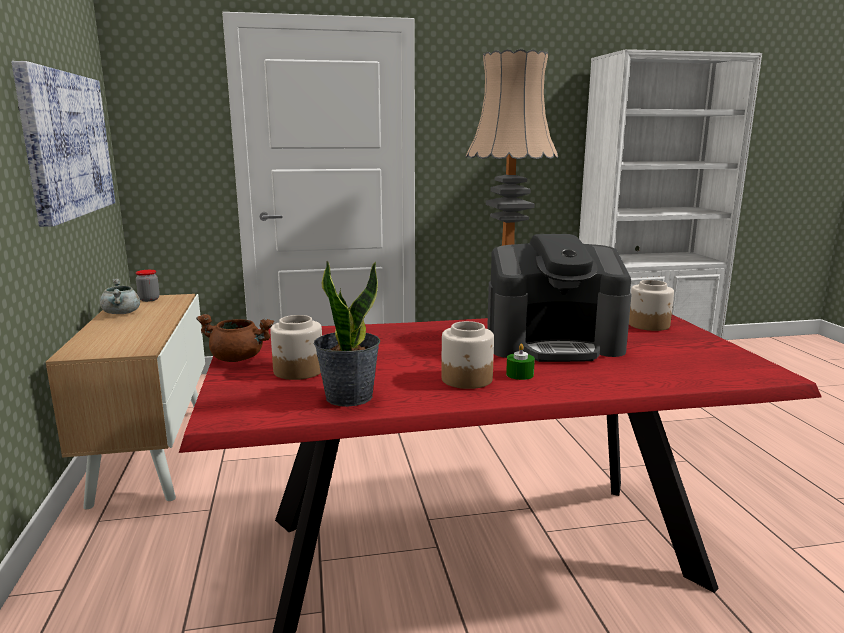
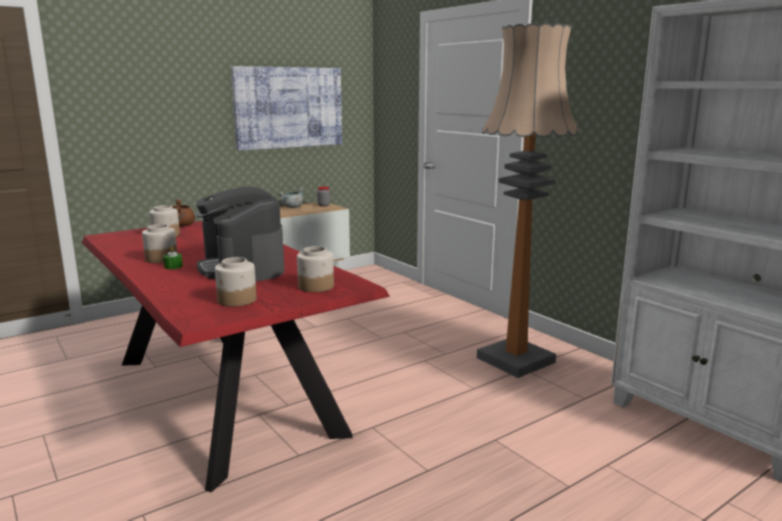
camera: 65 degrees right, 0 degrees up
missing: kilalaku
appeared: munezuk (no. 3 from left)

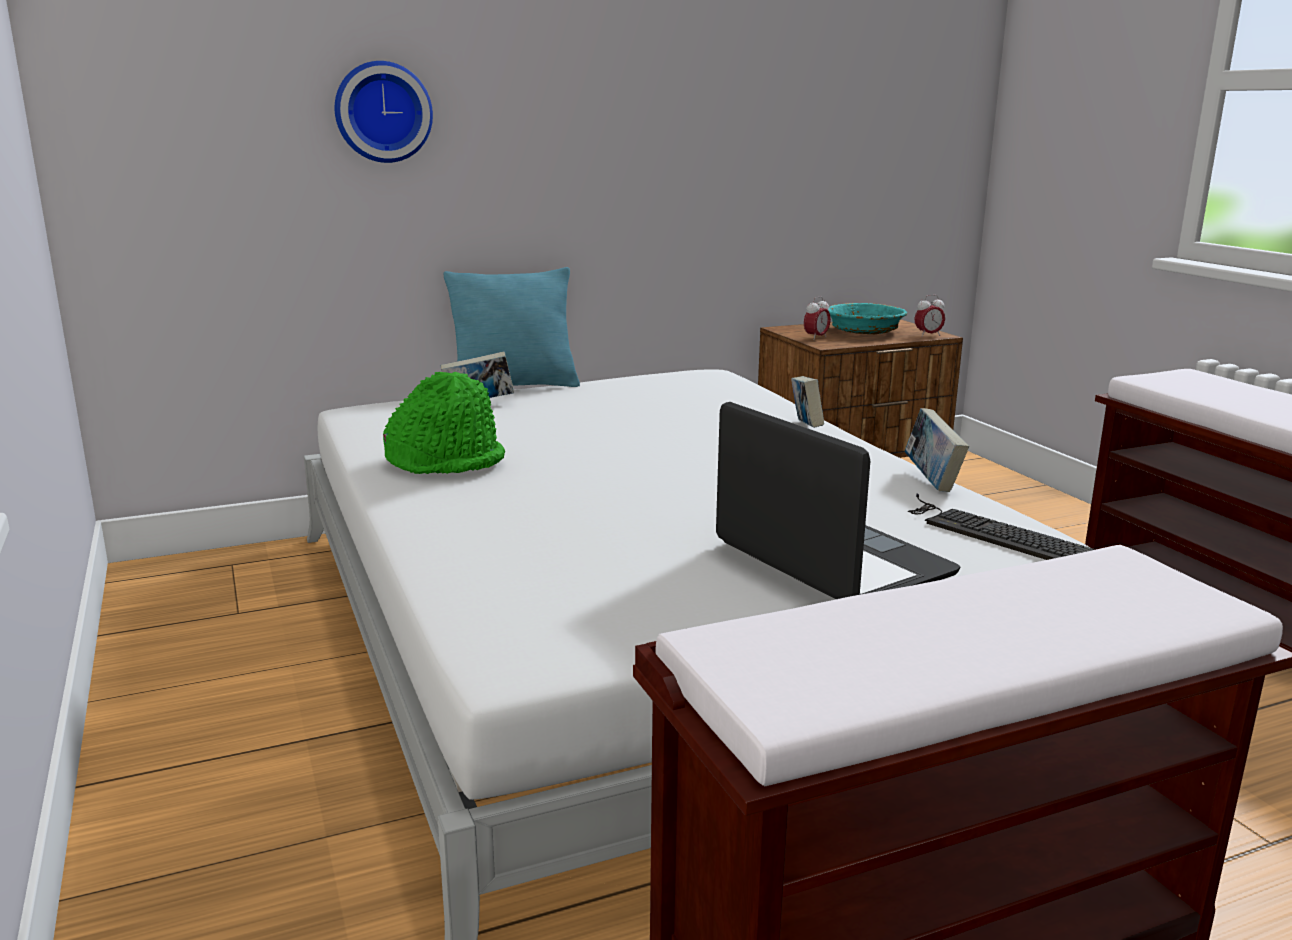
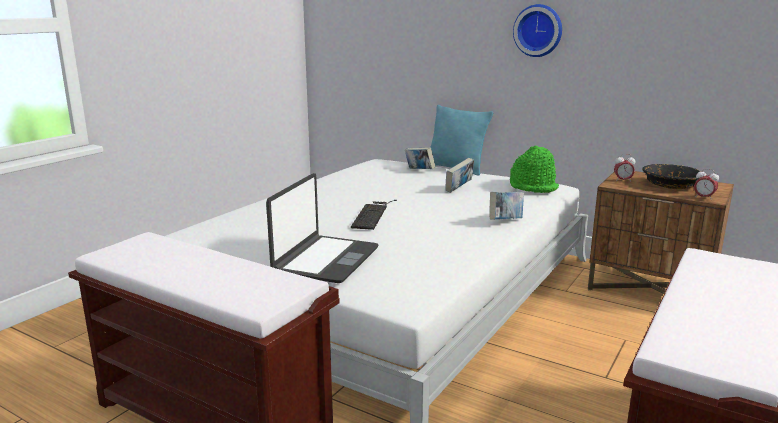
camera: 55 degrees right, 0 degrees up
relocated: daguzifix; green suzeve; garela (no. 3 from left in the first image) to garela (no. 2 from left); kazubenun
colour: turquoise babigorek to black babigorek

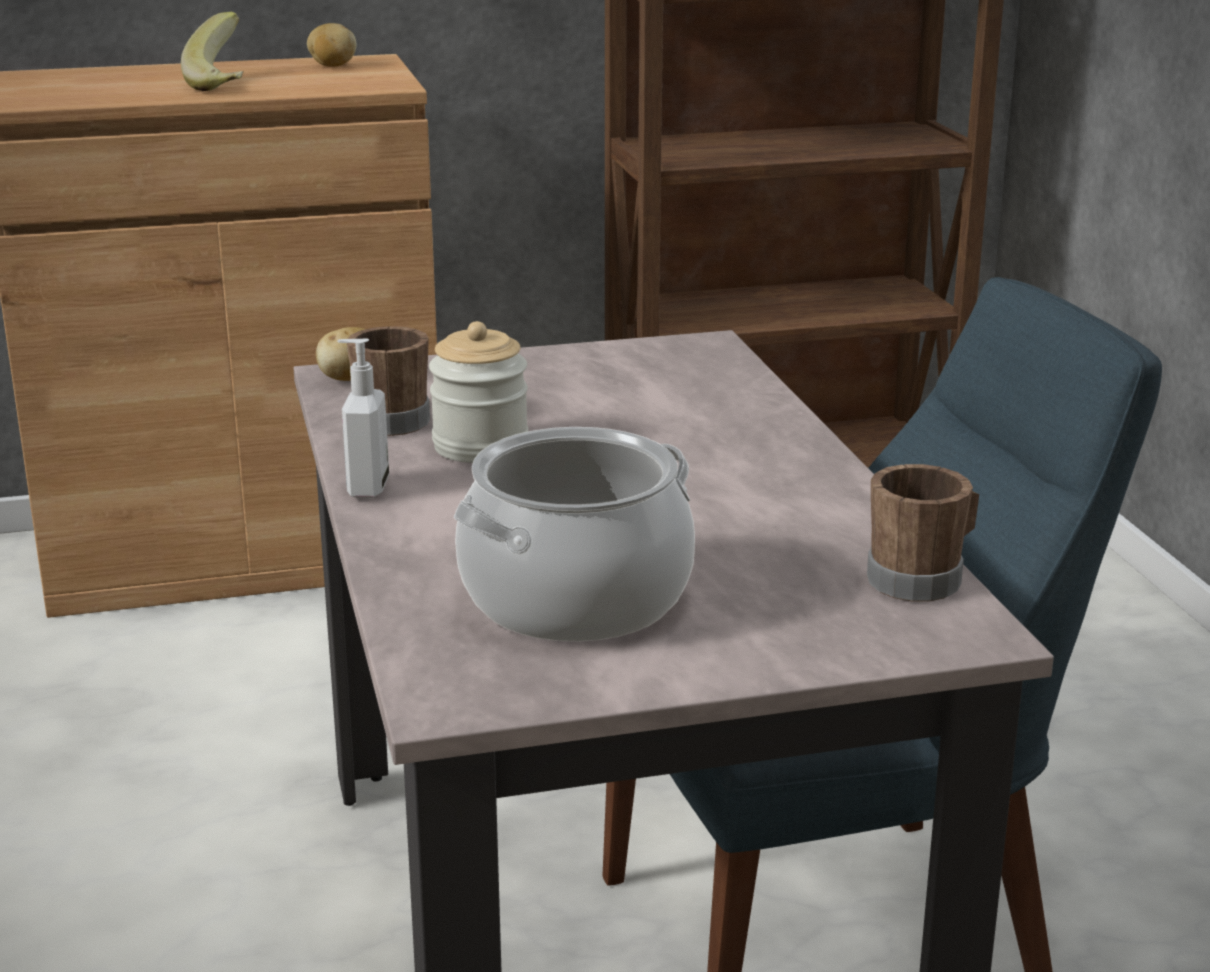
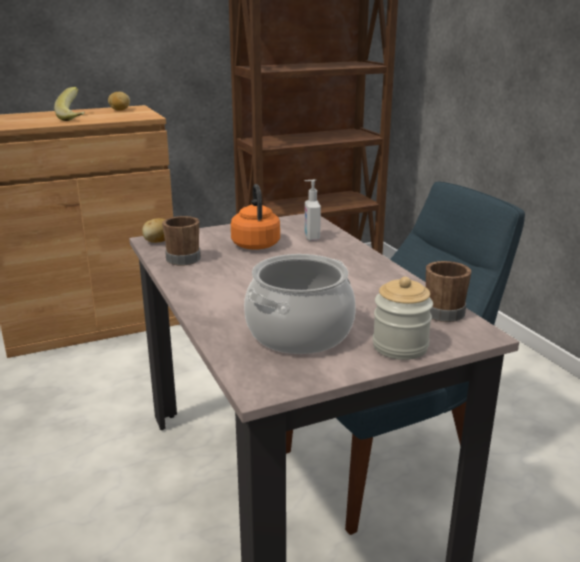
camera: 10 degrees left, 0 degrees up
appeared: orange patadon
relocated: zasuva; munezuk

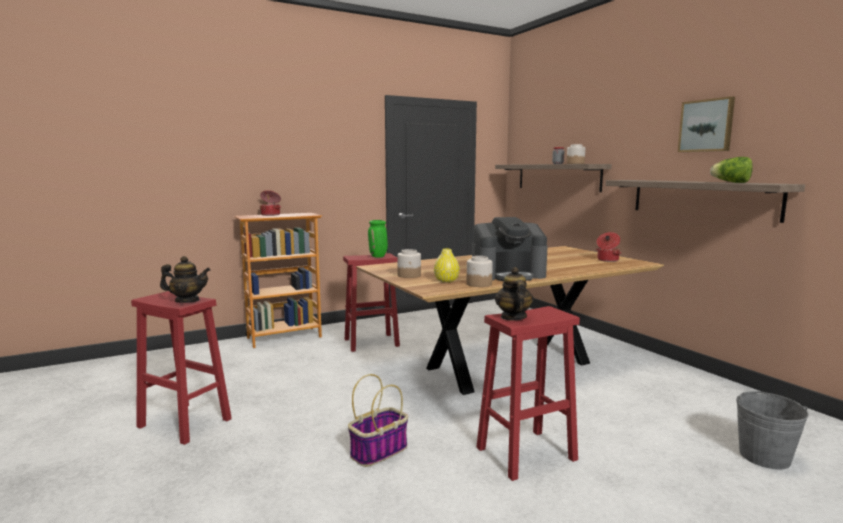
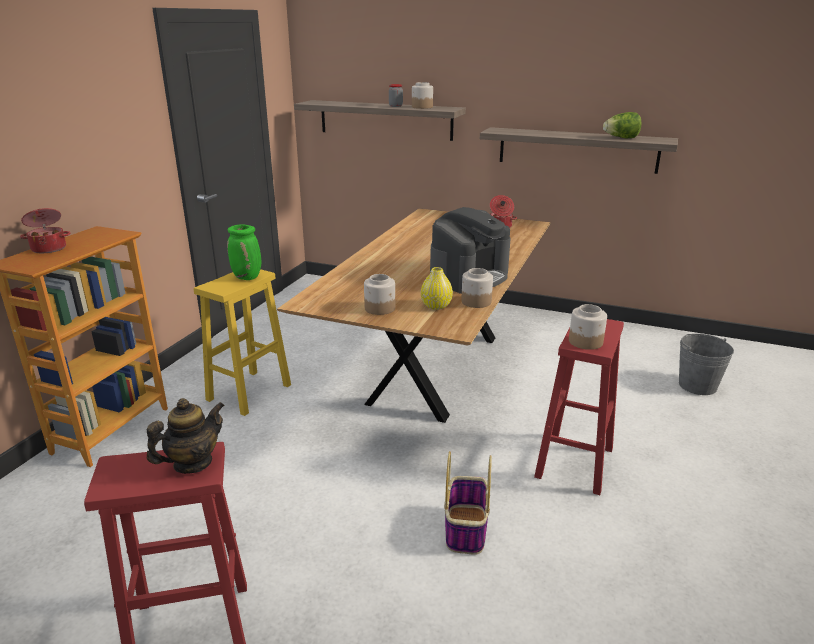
camera: 40 degrees left, 15 degrees up
missing: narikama
exchanged: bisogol (no. 2 from left) to munezuk (no. 5 from left)
colour: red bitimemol (no. 2 from left) to yellow bitimemol

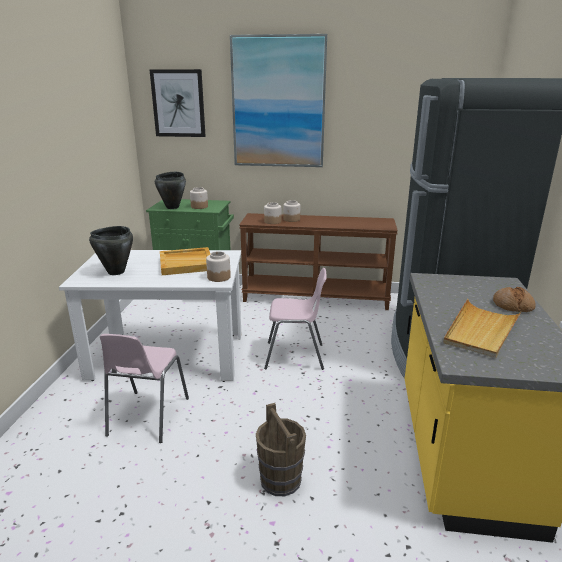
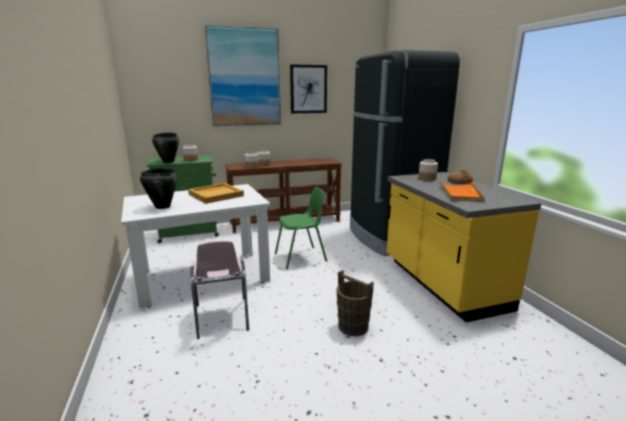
camera: 25 degrees left, 5 degrees down
relocated: narikama (no. 1 from left in the first image) to narikama (no. 2 from left); munezuk (no. 2 from left in the first image) to munezuk (no. 4 from left)
colour: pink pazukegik (no. 2 from left) to green pazukegik; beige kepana (no. 2 from left) to orange kepana

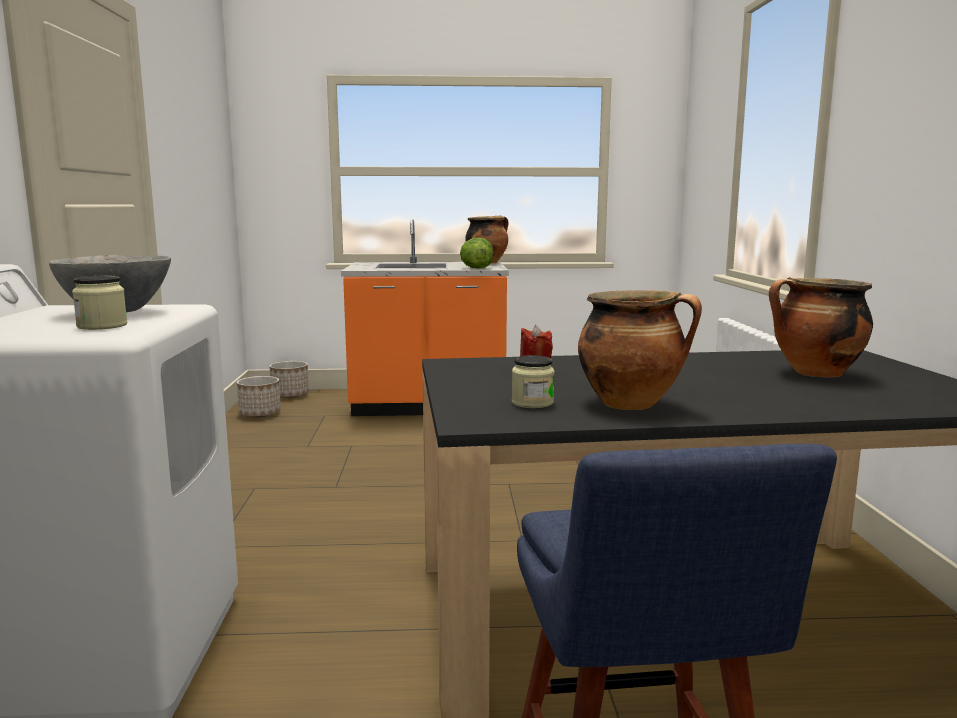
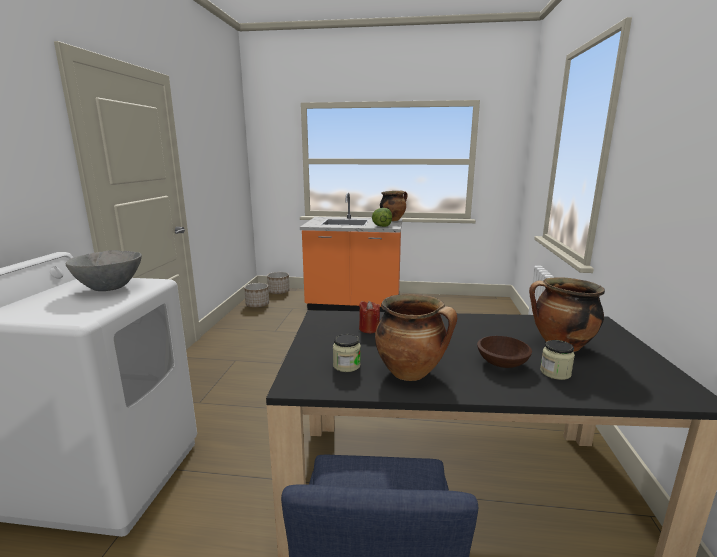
camera: 10 degrees right, 5 degrees up
appeared: brown babigorek
relocated: munezuk (no. 1 from left in the first image) to munezuk (no. 2 from left)

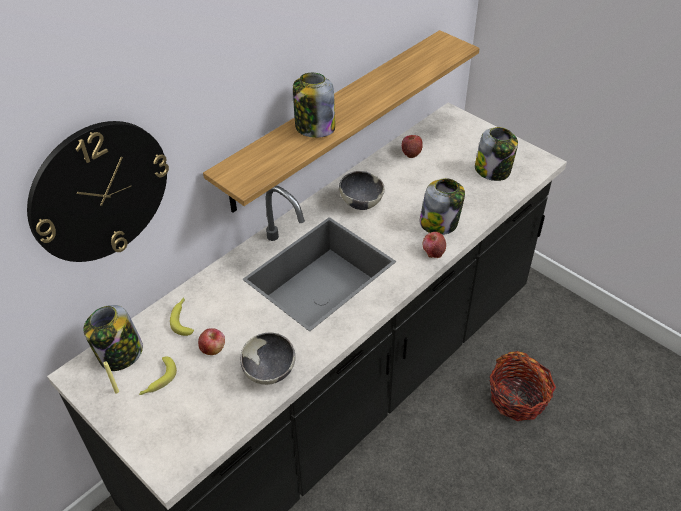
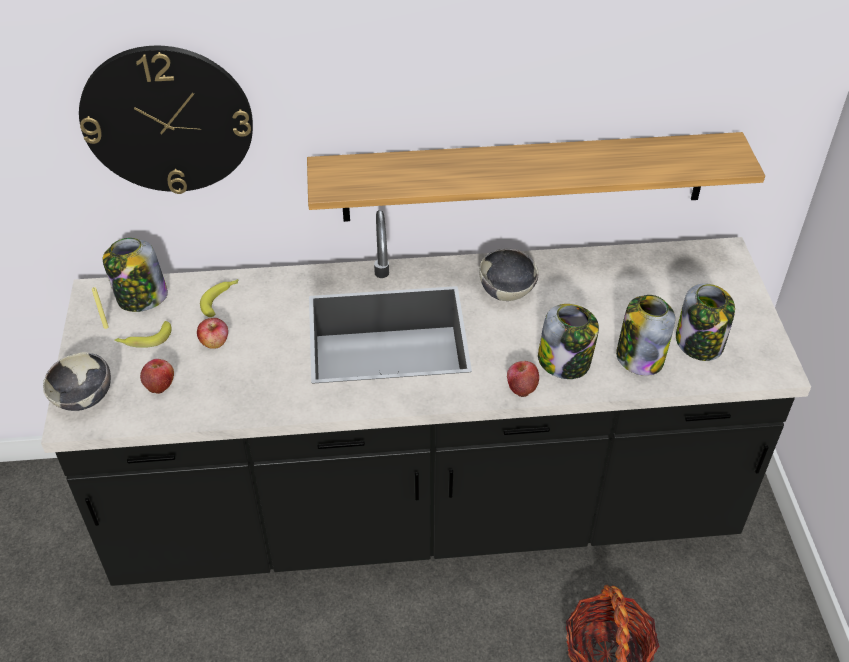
camera: 40 degrees right, 0 degrees up
relocated: babigorek (no. 1 from left); munezuk (no. 2 from left in the first image) to munezuk (no. 3 from left); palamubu (no. 2 from left in the first image) to palamubu (no. 1 from left)

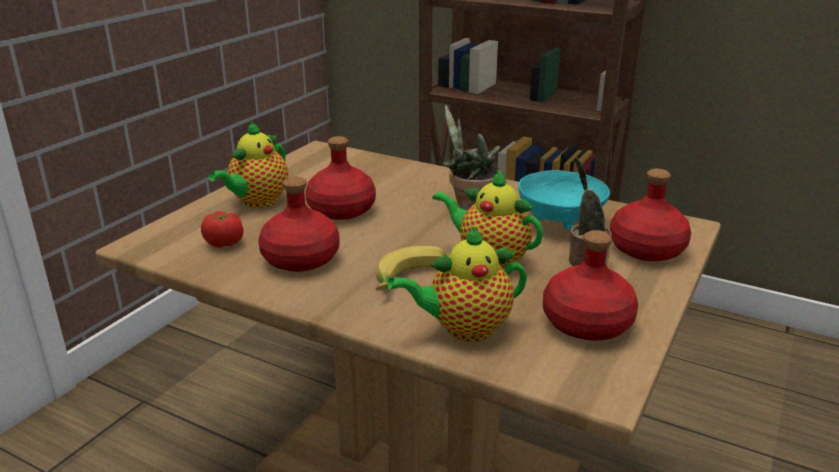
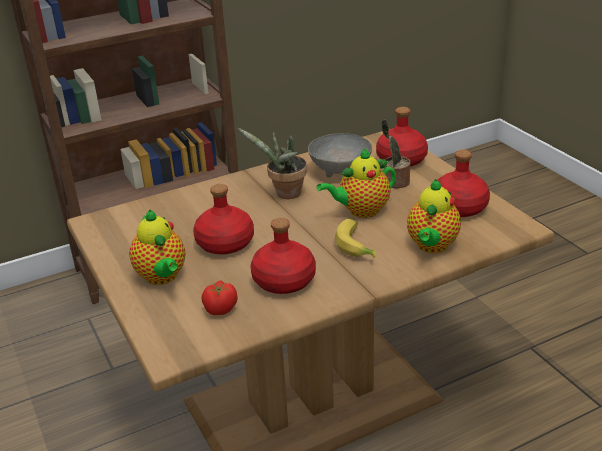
camera: 55 degrees left, 5 degrees up
colour: turquoise babigorek to grey babigorek

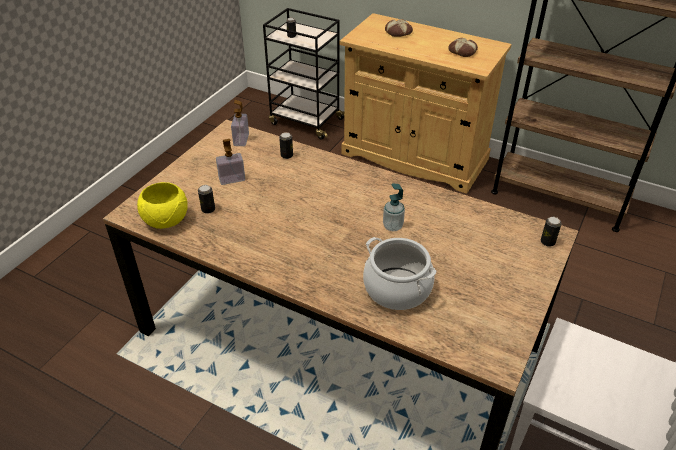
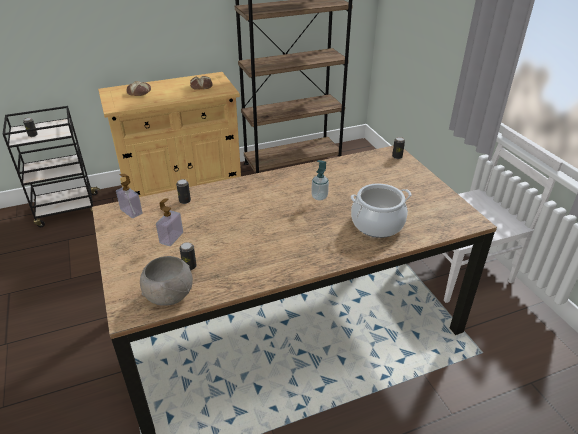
camera: 50 degrees left, 5 degrees down
colour: yellow babigorek to grey babigorek

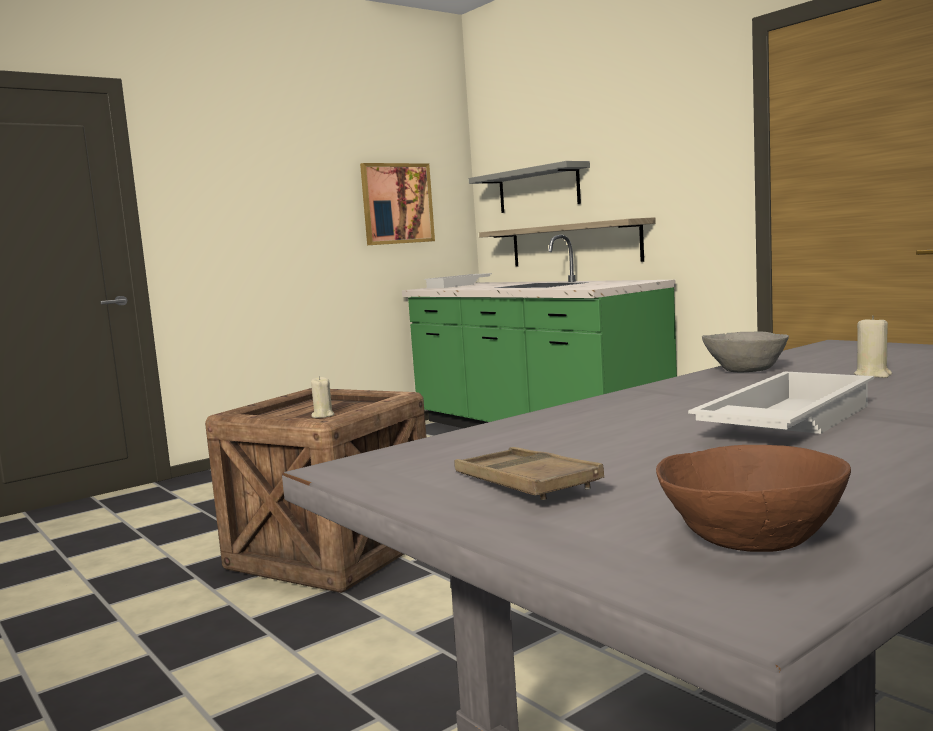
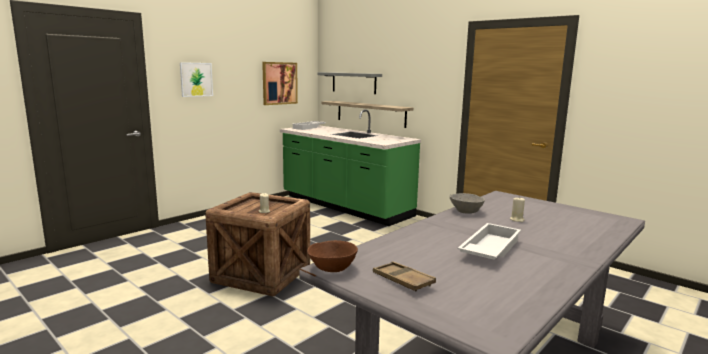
camera: 10 degrees left, 5 degrees up
appeared: narikama (no. 1 from left)
relocated: brown babigorek

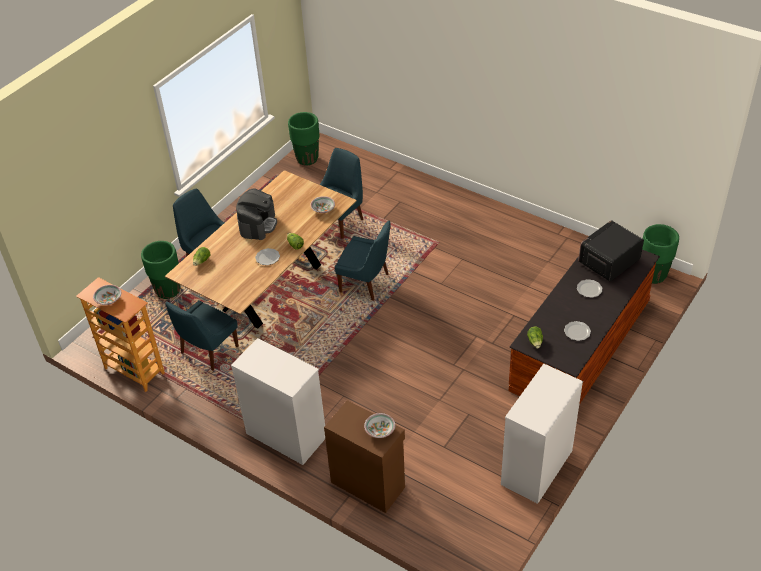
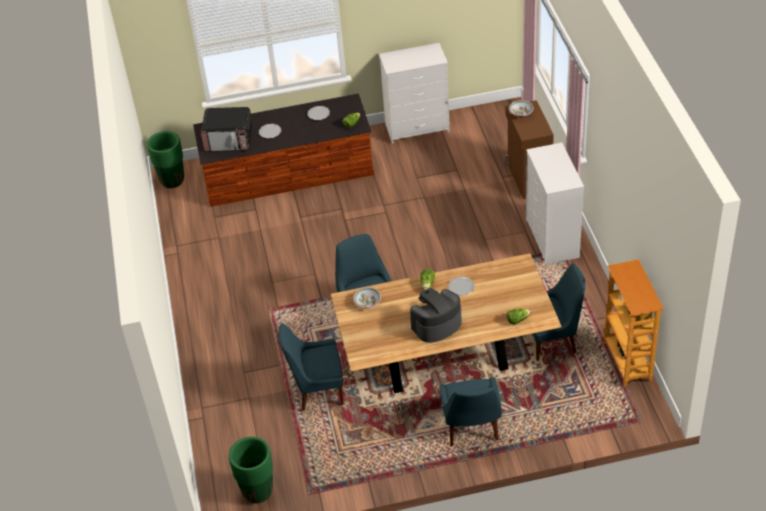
camera: 135 degrees left, 0 degrees up
missing: babigorek (no. 1 from left); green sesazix (no. 1 from left)

